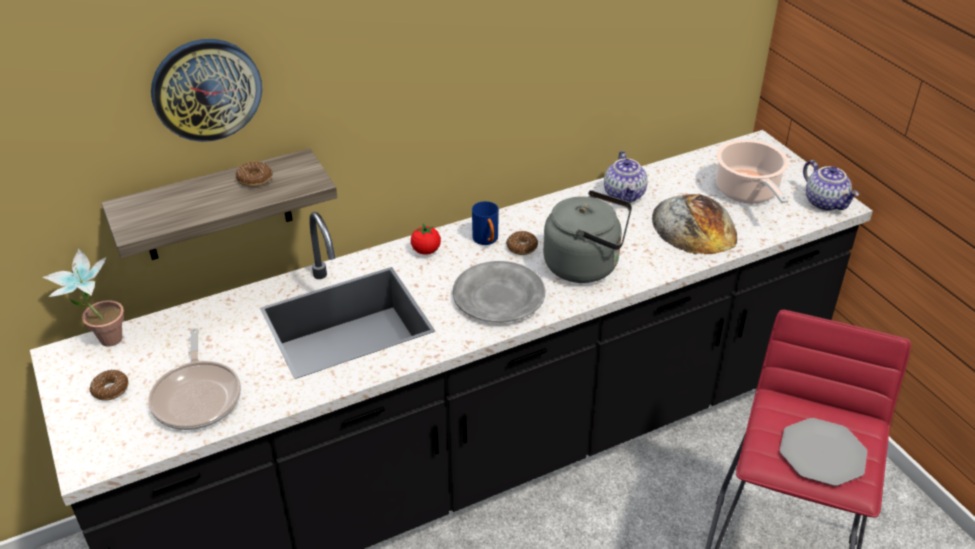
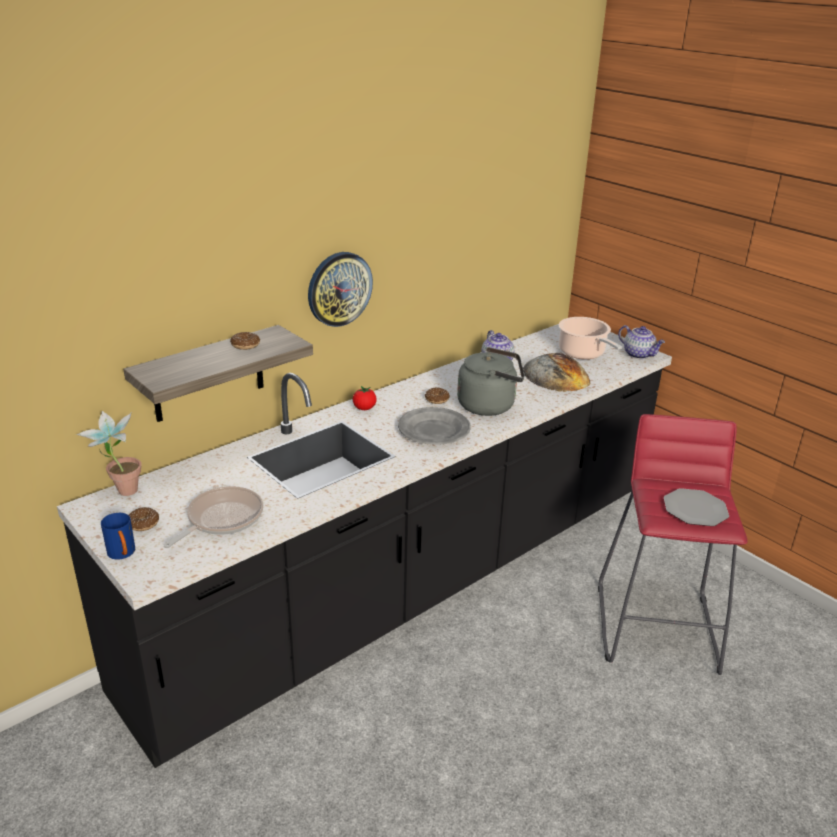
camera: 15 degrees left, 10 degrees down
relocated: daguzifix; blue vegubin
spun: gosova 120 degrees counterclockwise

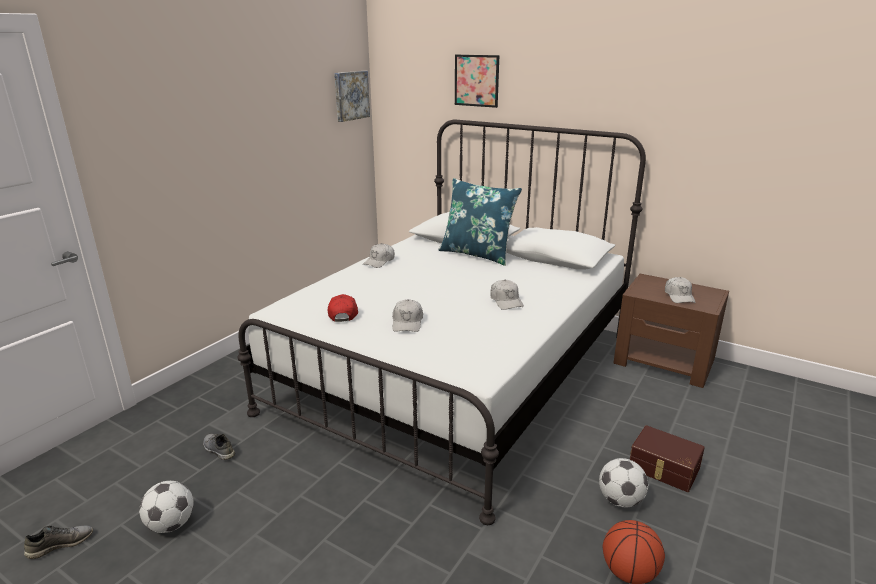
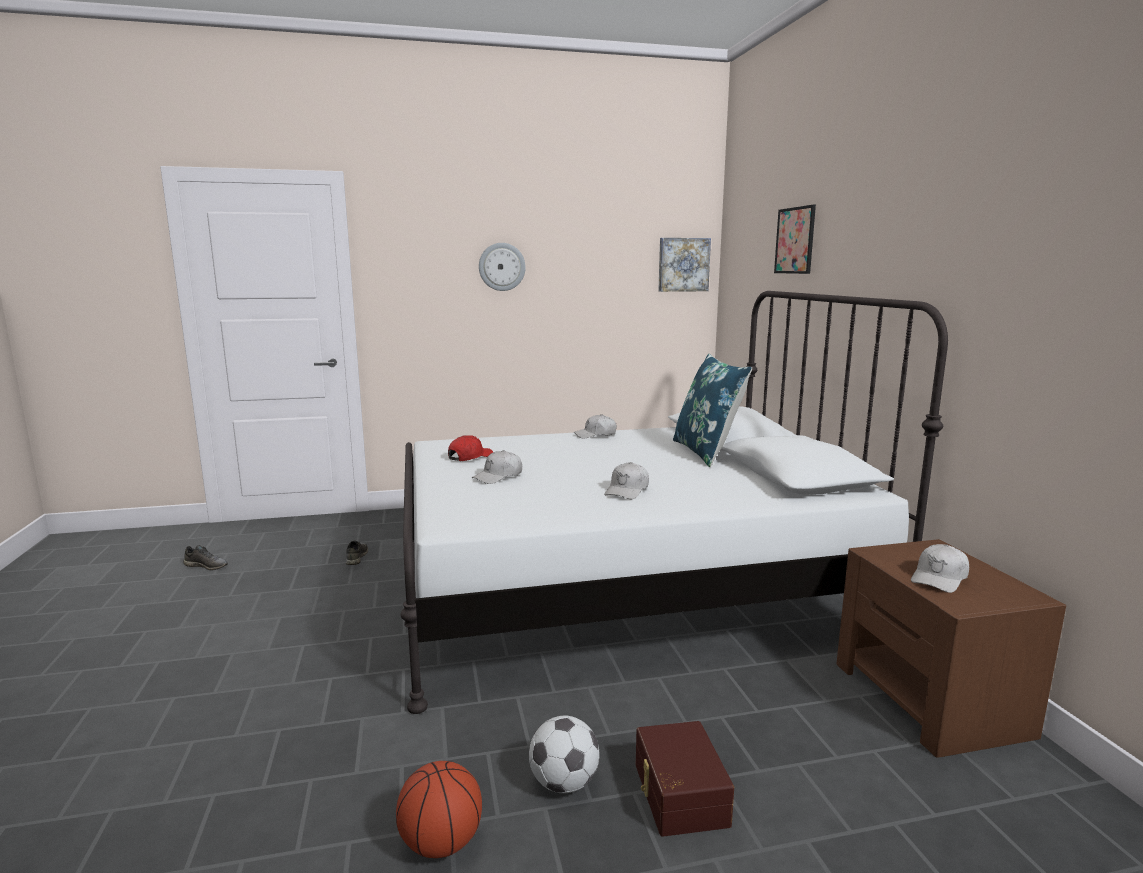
camera: 45 degrees right, 10 degrees down
missing: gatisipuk (no. 1 from left)
appeared: daguzifix

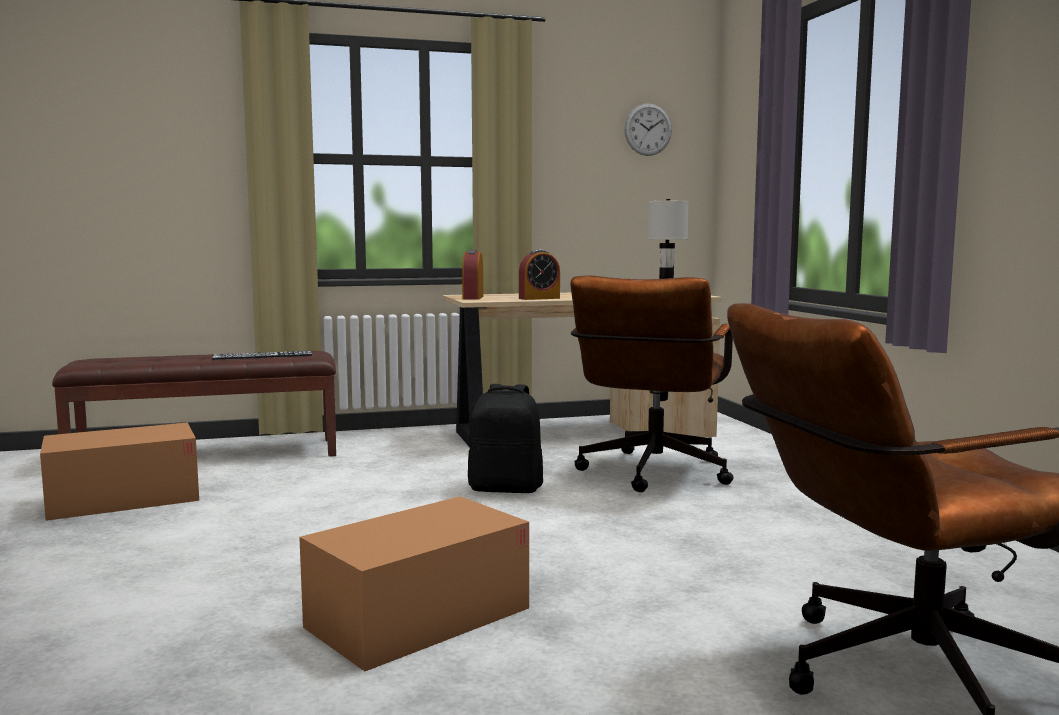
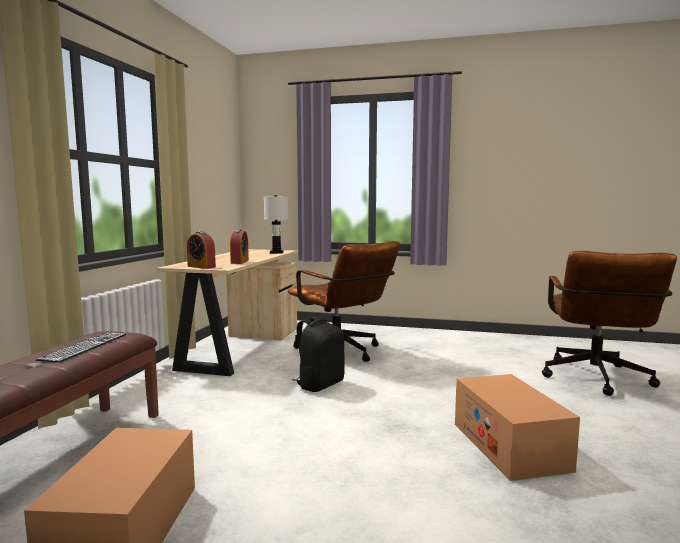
camera: 60 degrees left, 0 degrees up
missing: daguzifix

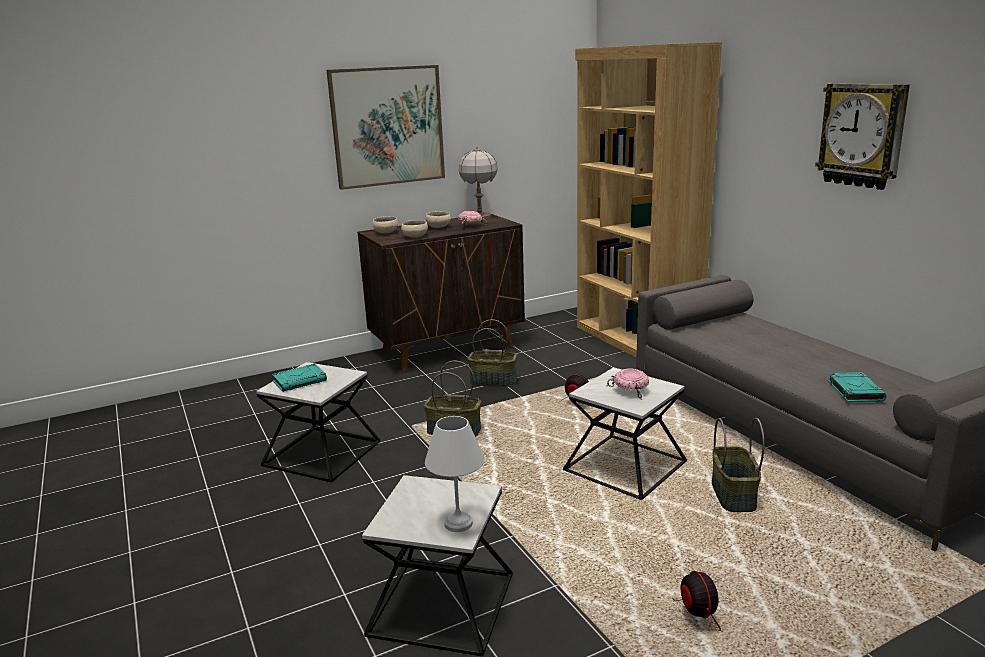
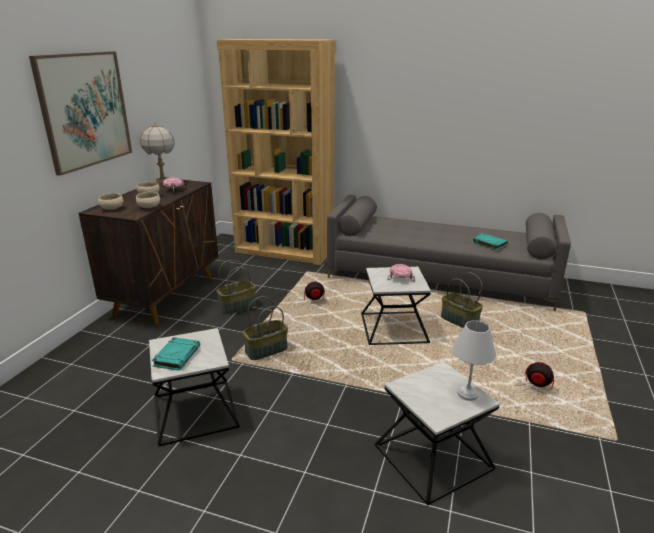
camera: 45 degrees left, 5 degrees up
missing: daguzifix

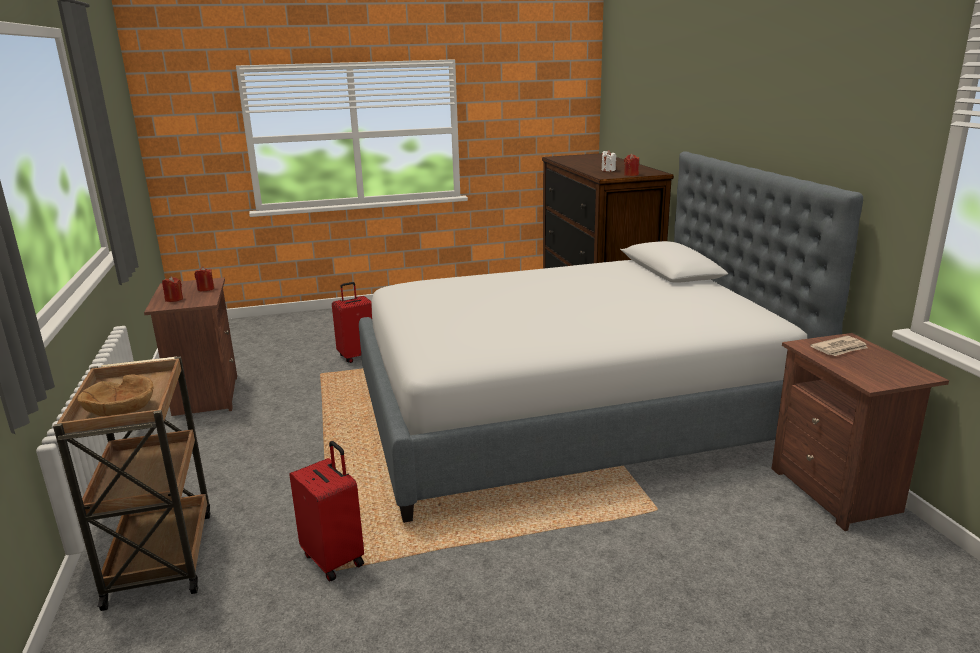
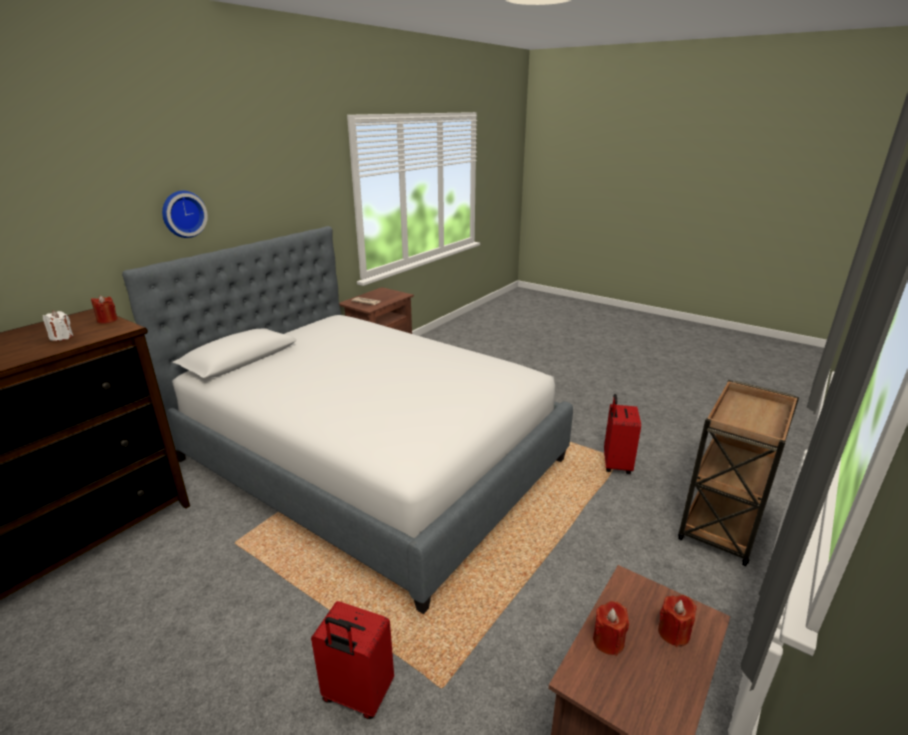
camera: 130 degrees left, 5 degrees up
missing: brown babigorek
appeared: daguzifix

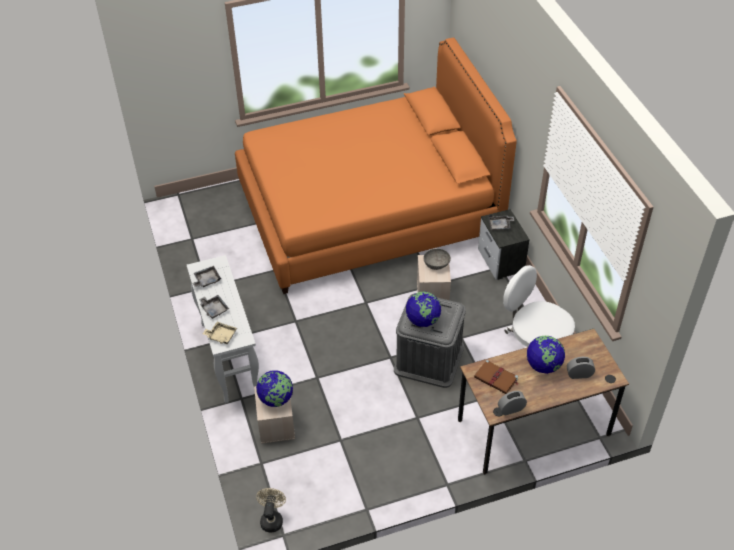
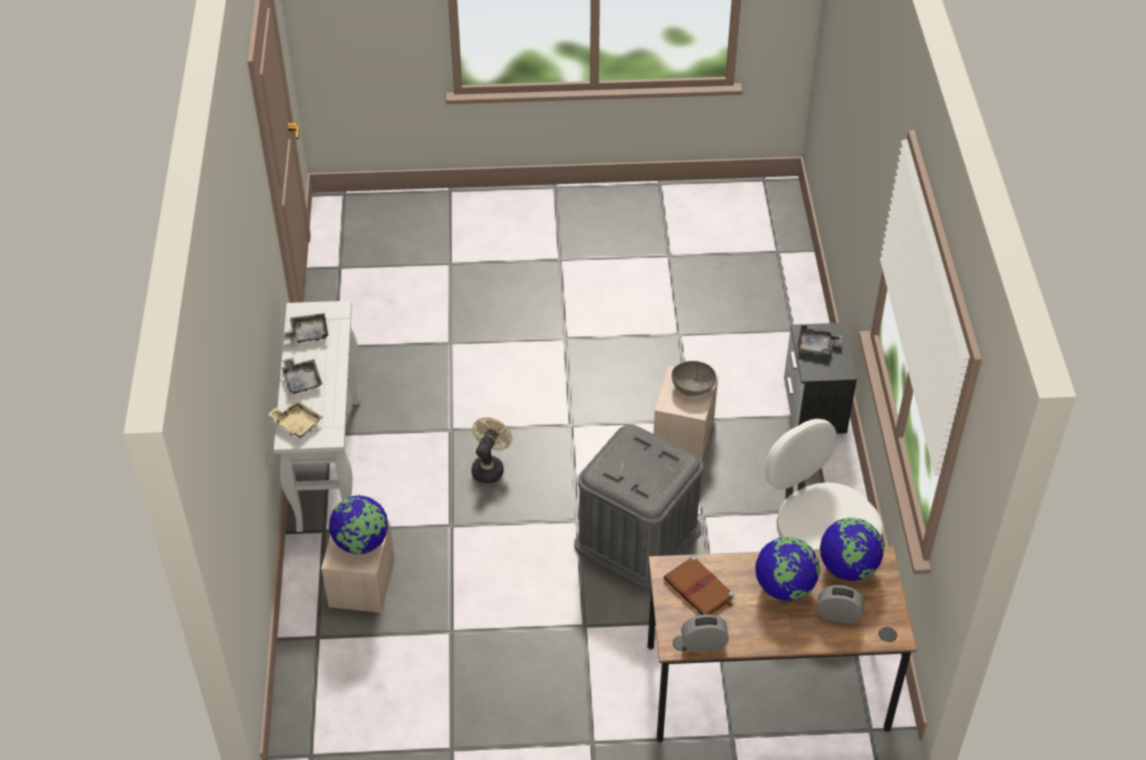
camera: 15 degrees right, 0 degrees up
missing: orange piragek
relocated: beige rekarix; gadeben (no. 2 from left in the first image) to gadeben (no. 3 from left)

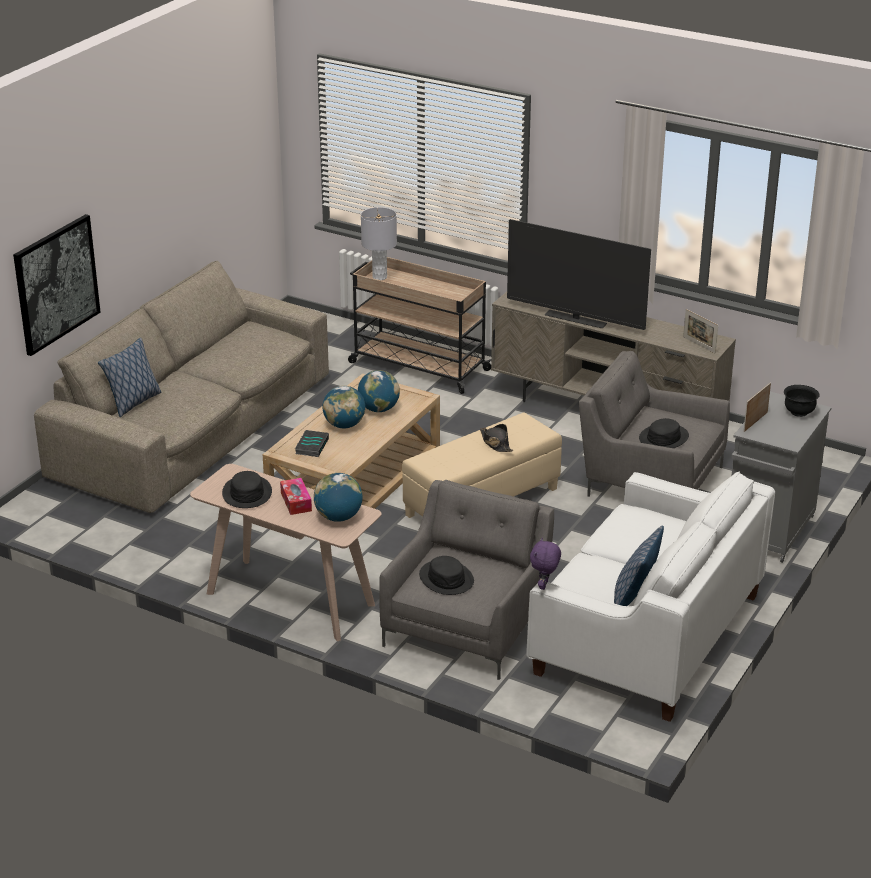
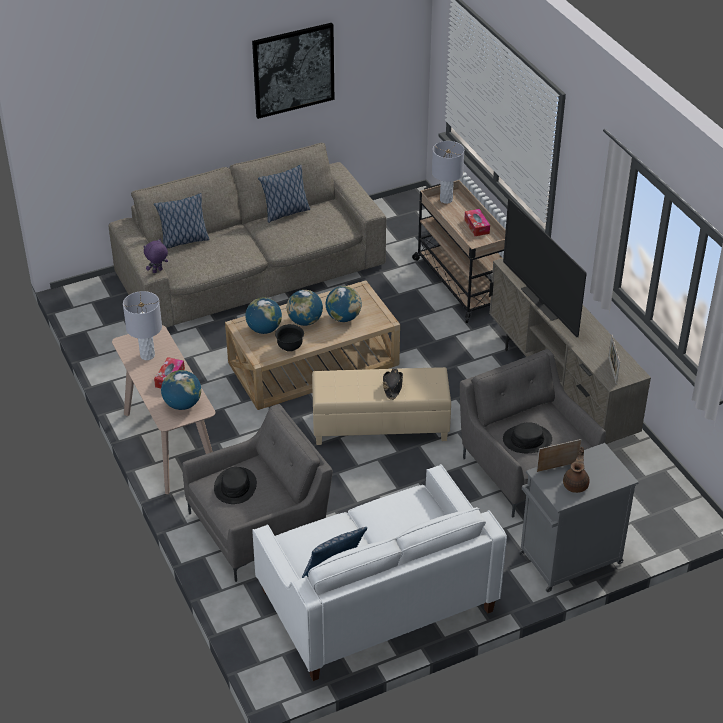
camera: 35 degrees right, 10 degrees up
appeared: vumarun (no. 2 from left); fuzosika (no. 2 from left); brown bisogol
relocated: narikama; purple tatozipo; black babigorek
exchanged: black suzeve (no. 1 from left) to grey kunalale (no. 1 from left); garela to gadeben (no. 2 from left)

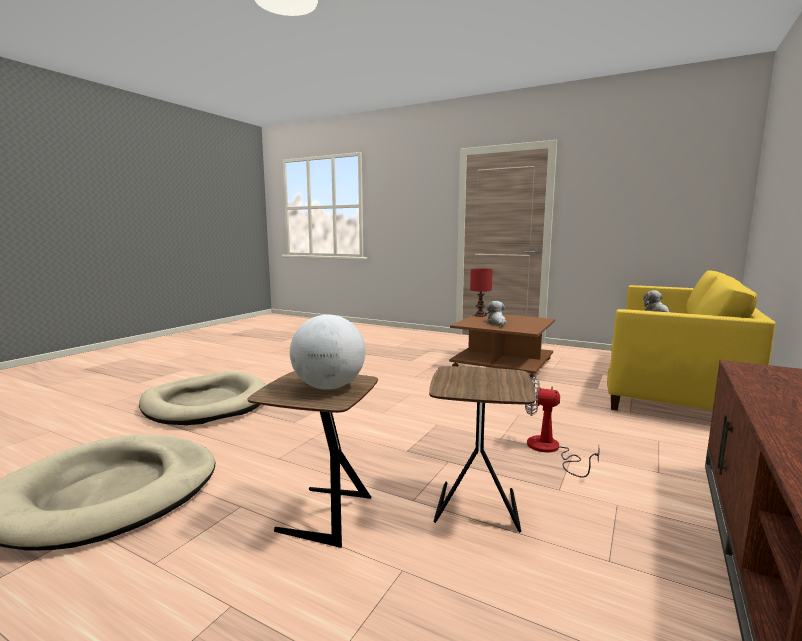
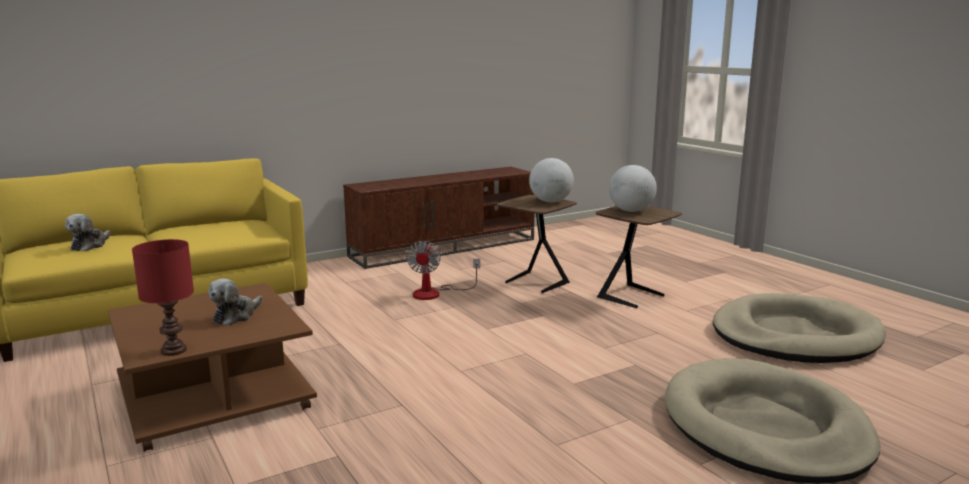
camera: 150 degrees left, 5 degrees up
appeared: gadeben (no. 1 from left)
spun: rekarix 45 degrees clockwise

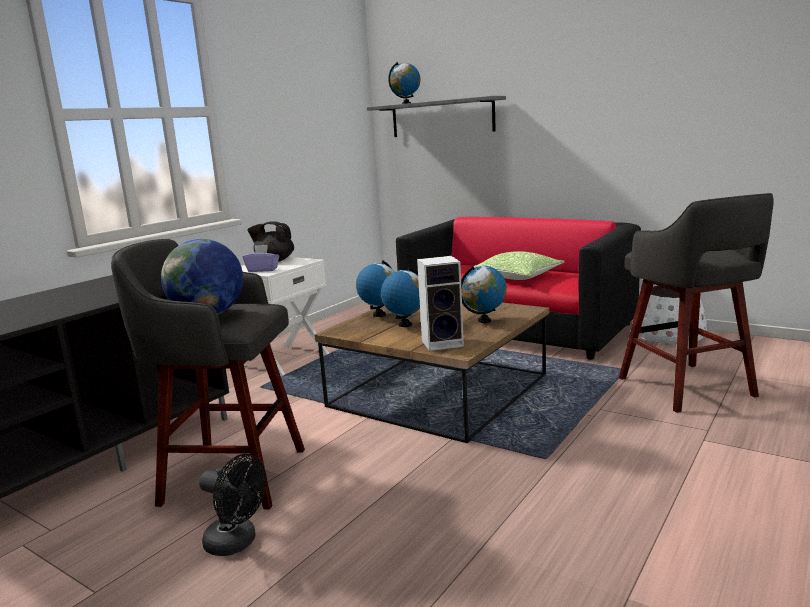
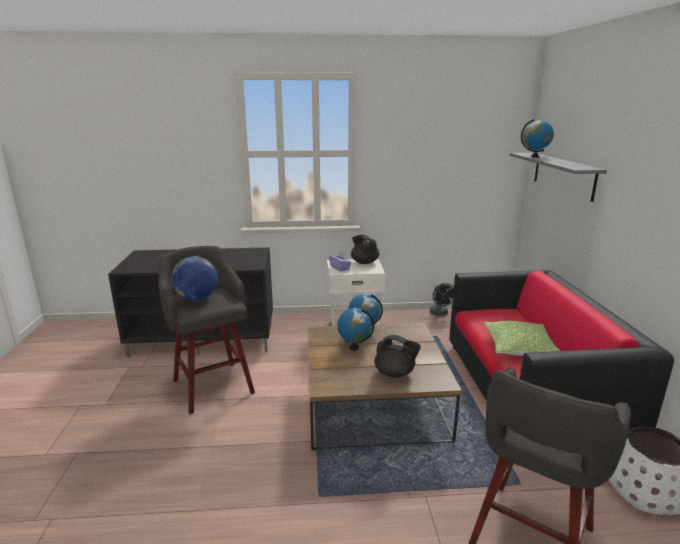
camera: 50 degrees right, 5 degrees up
missing: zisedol
relocated: black rekarix
exchanged: gadeben (no. 5 from left) to black bisogol (no. 2 from left)

